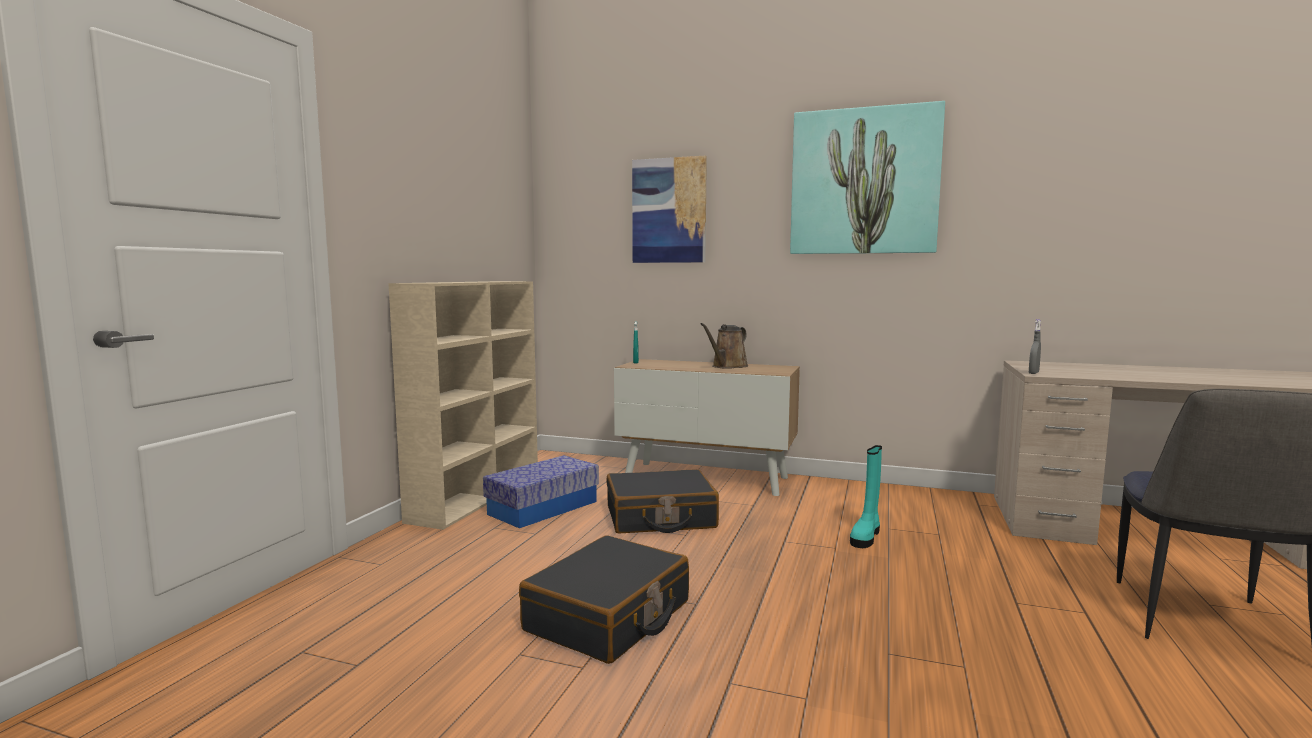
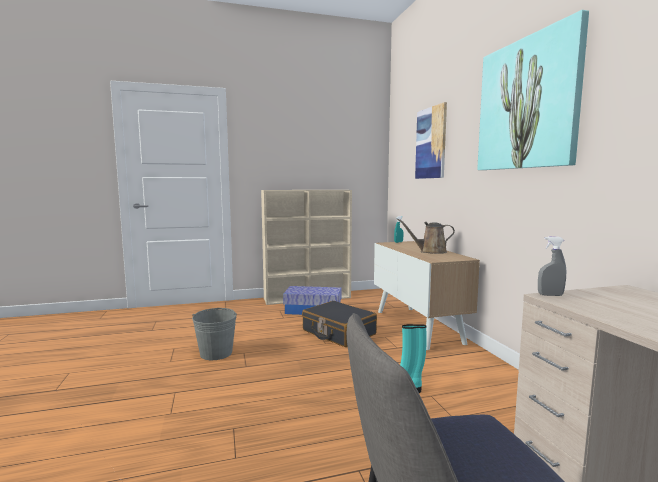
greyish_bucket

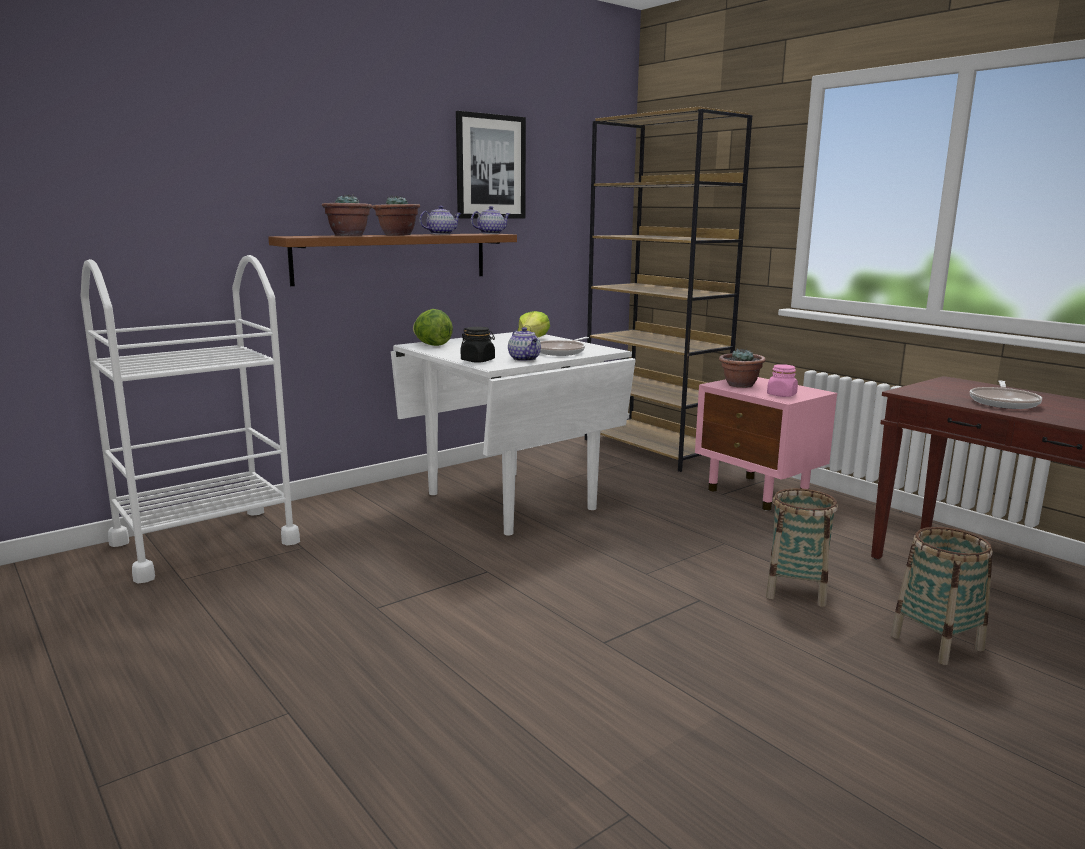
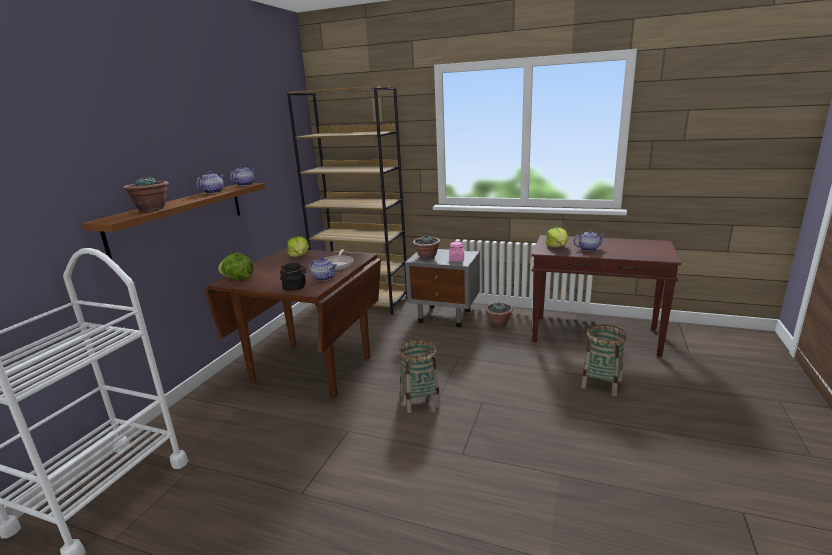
brown_dinner_table
storage_basket (no. 1 from left)
greyish_night_table
houseplant (no. 3 from left)
head_of_lettuce (no. 3 from left)
pot_for_tea (no. 4 from left)
wall_art

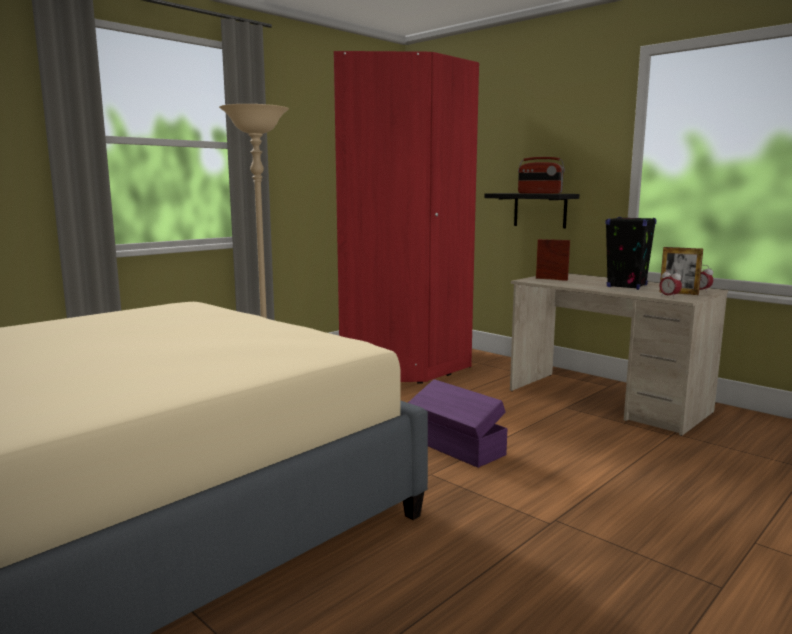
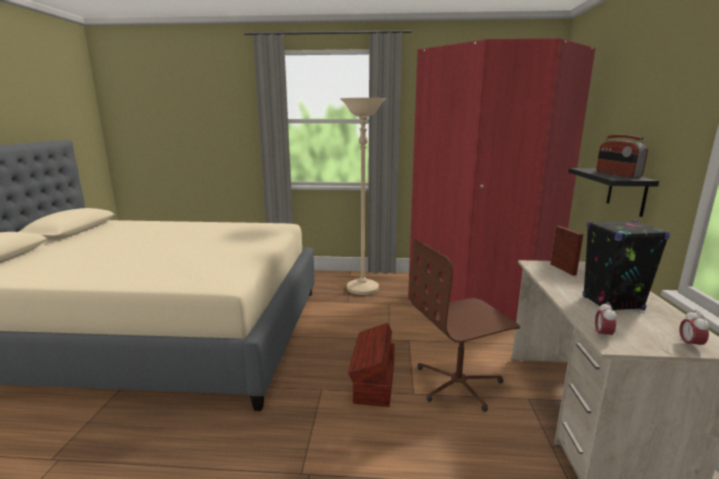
brown_storage_container
brown_computer_chair
standing_frame (no. 2 from left in the first image)

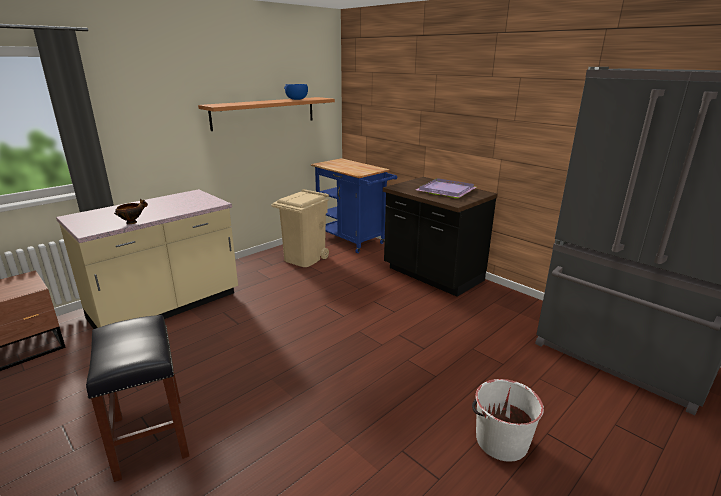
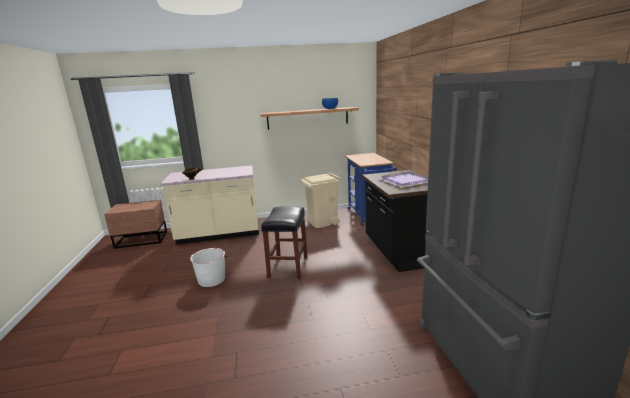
whitish_bucket
black-coloured_sitting_stool

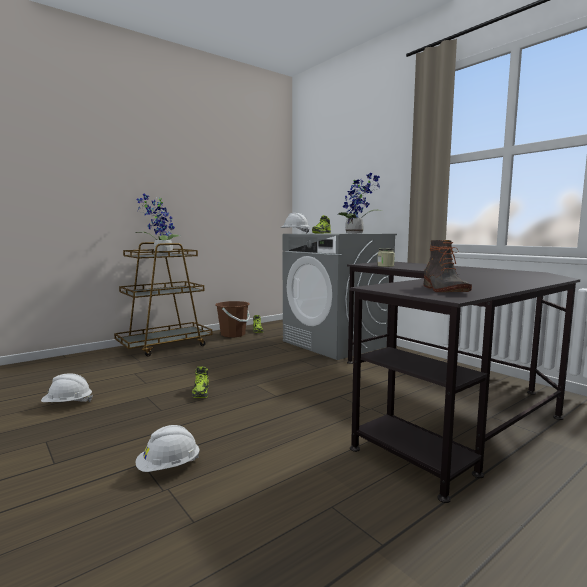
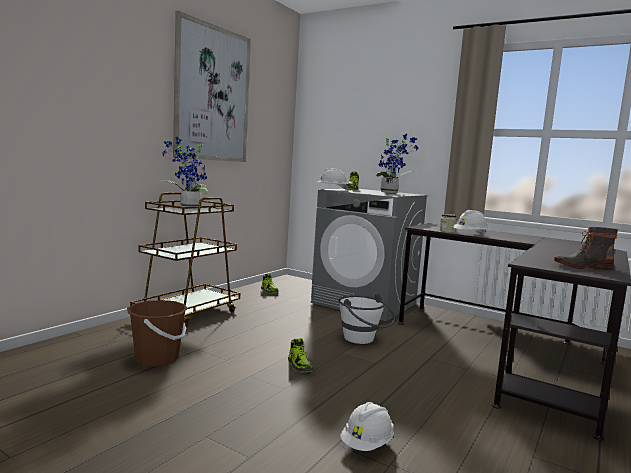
brown_bucket
wall_art
whitish_bucket
whitish_work_helmet (no. 3 from left)
tall_boot

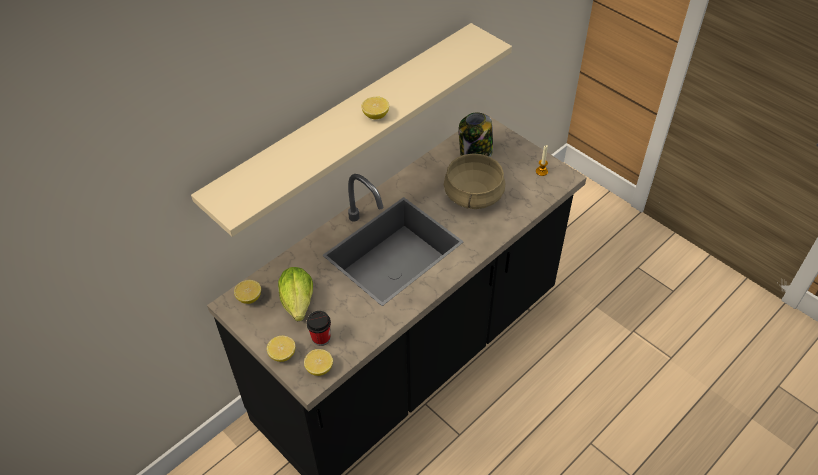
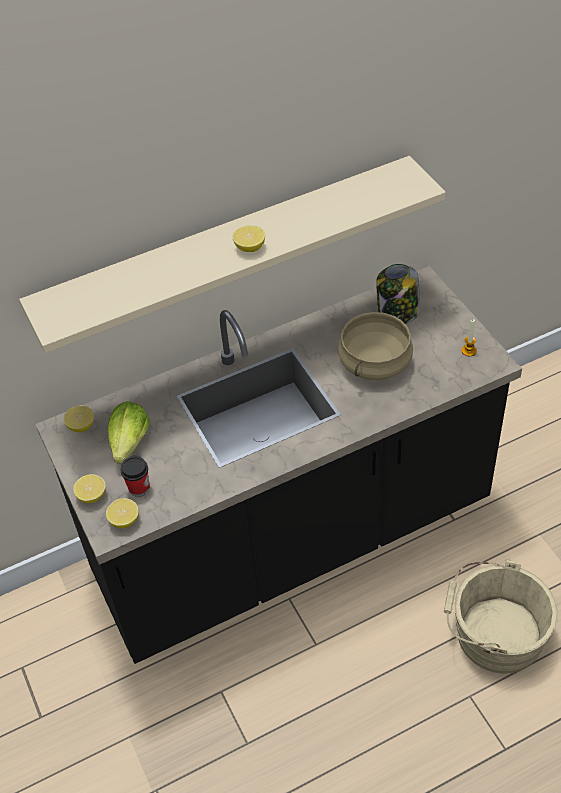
sand-coloured_bucket

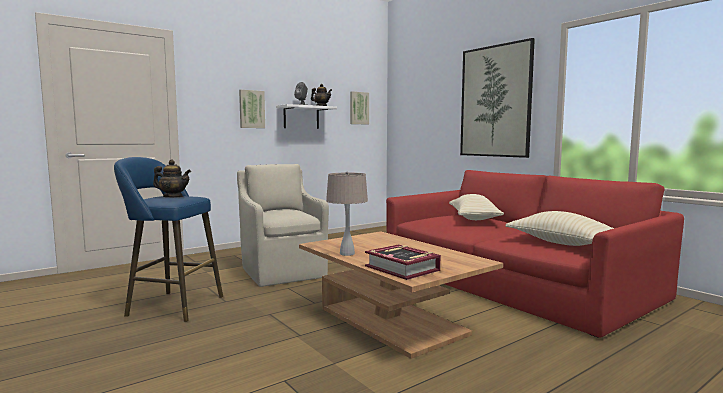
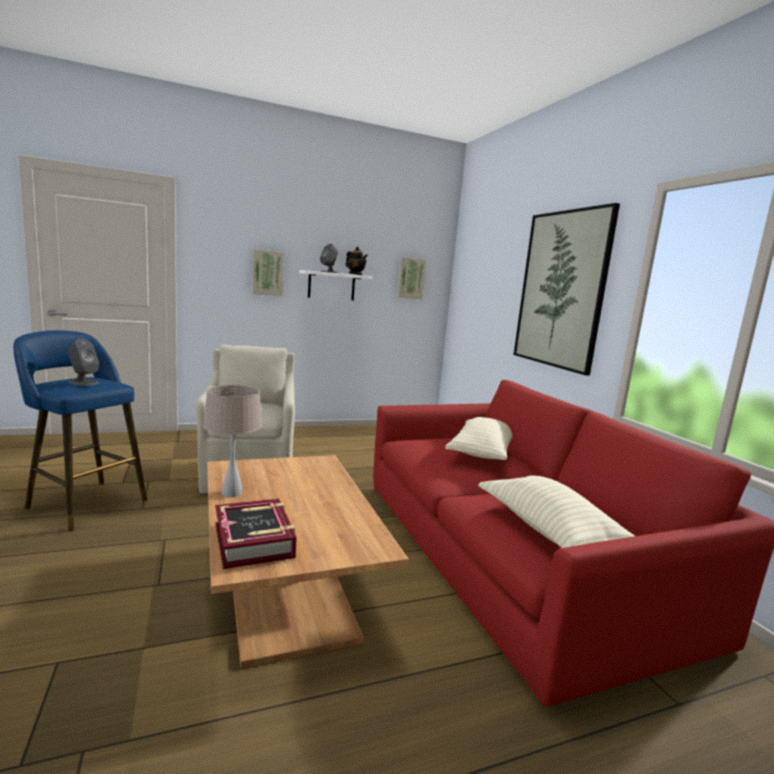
greyish_loudspeaker (no. 1 from left)

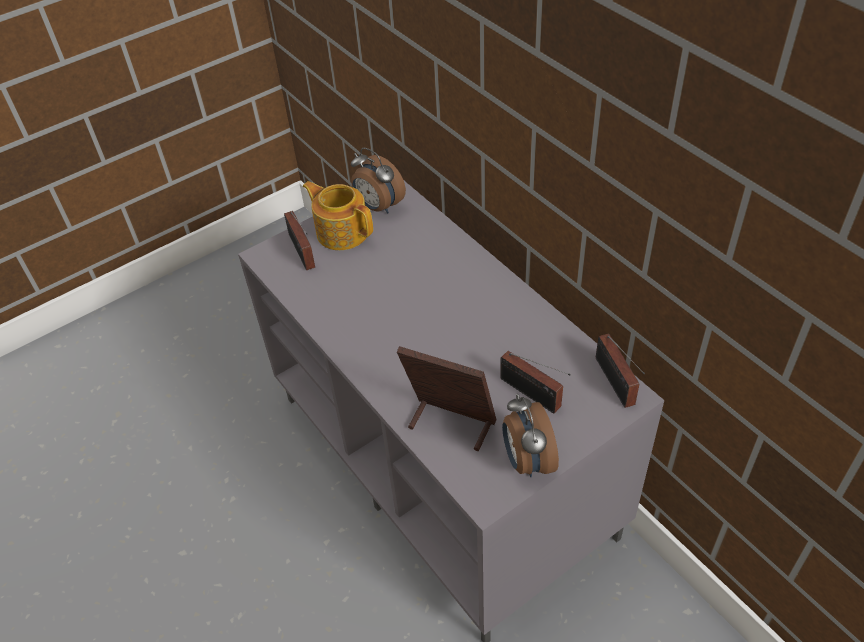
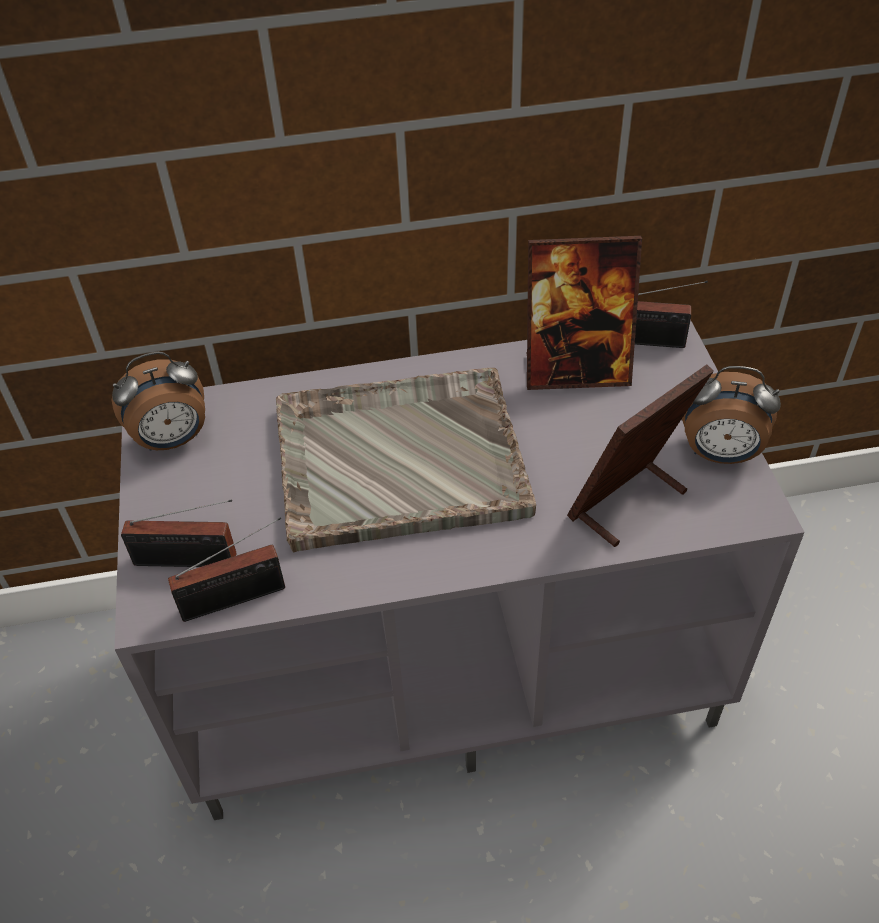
radio (no. 2 from left)
greyish_carrying_tray
standing_frame (no. 1 from left)
pot_for_tea

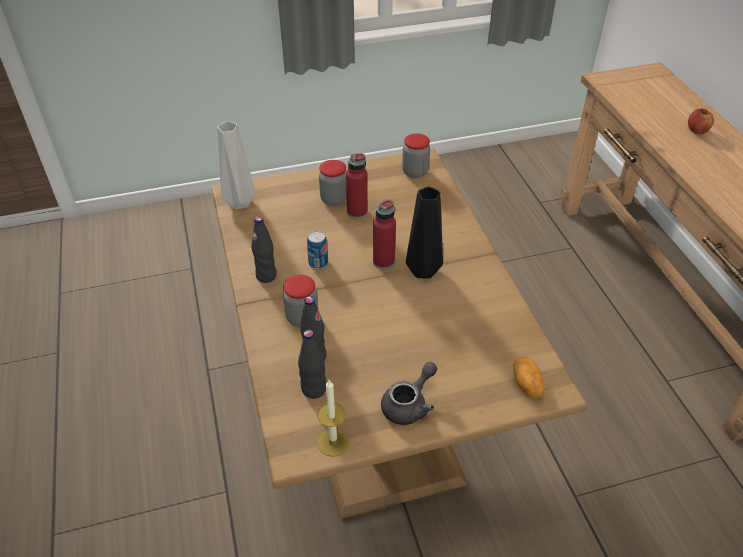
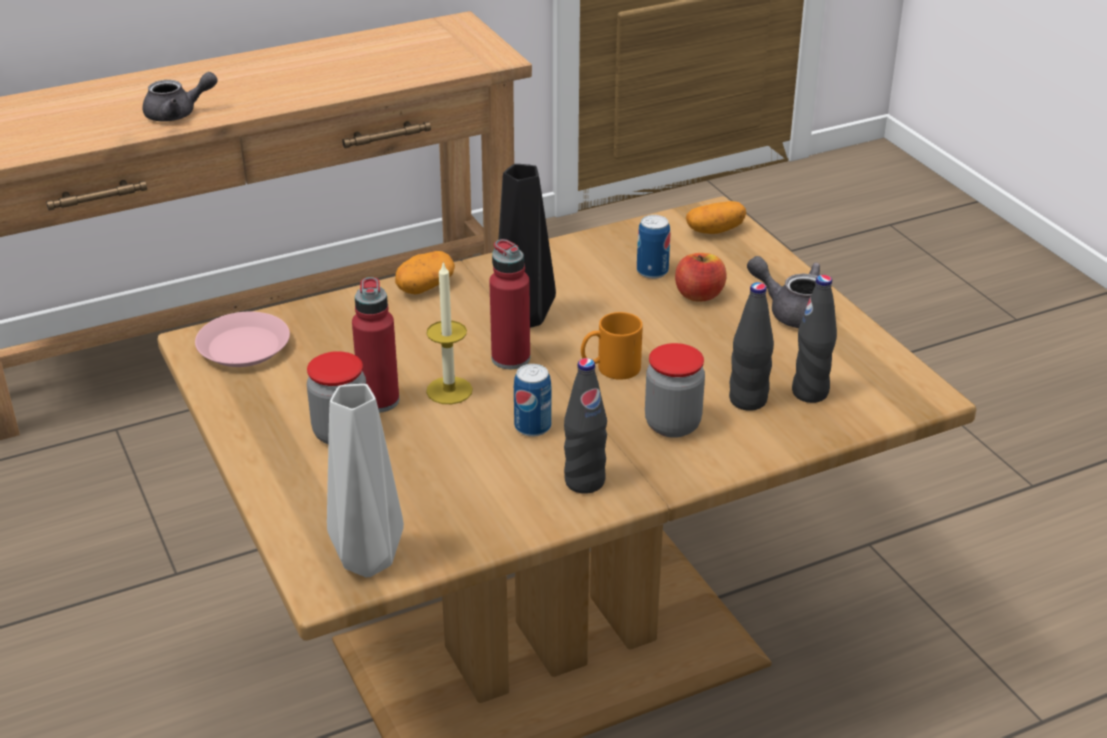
greyish_pot_for_tea (no. 1 from left)
pink-coloured_flat_dish
whole_potato (no. 1 from left)
wax_light
orangey_coffee_mug
metal_can (no. 2 from left)
apple_fruit

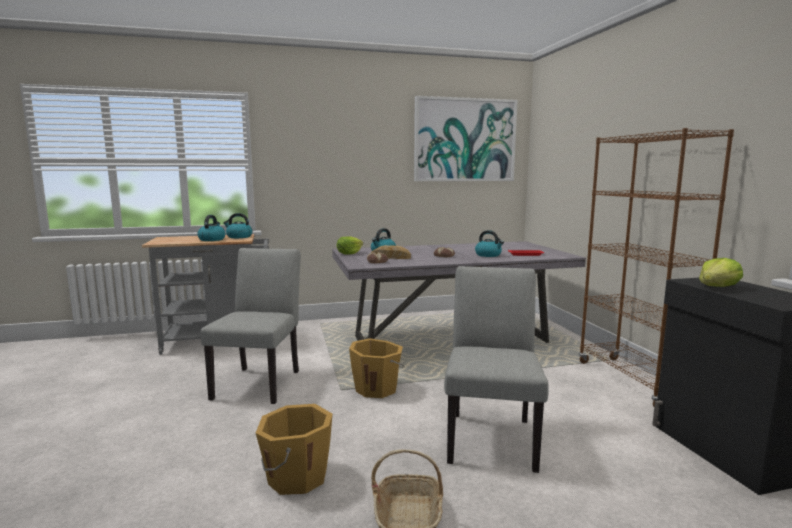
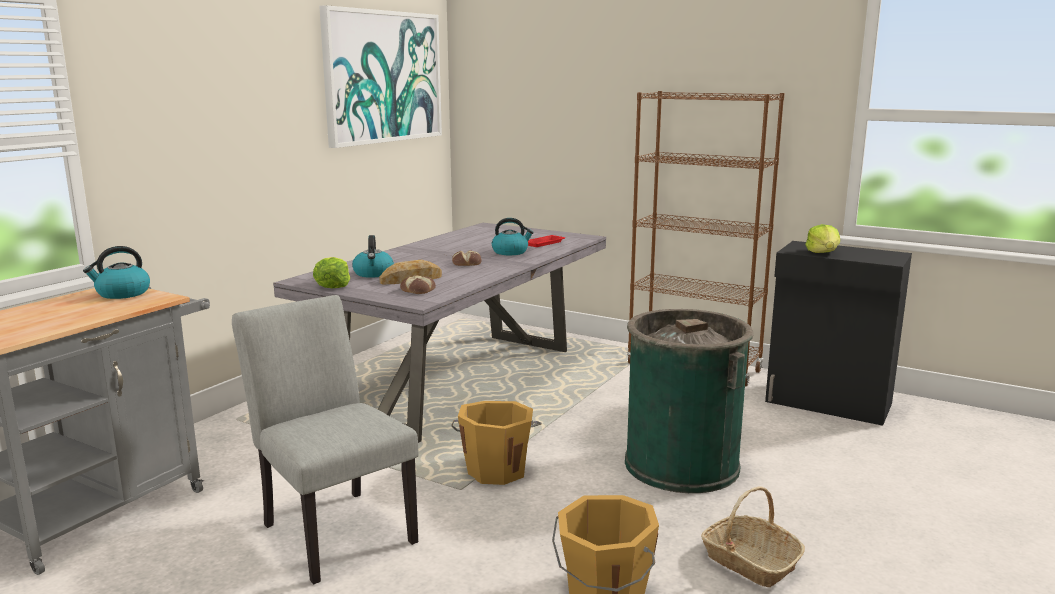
green_trash_can
tea_kettle (no. 1 from left in the first image)

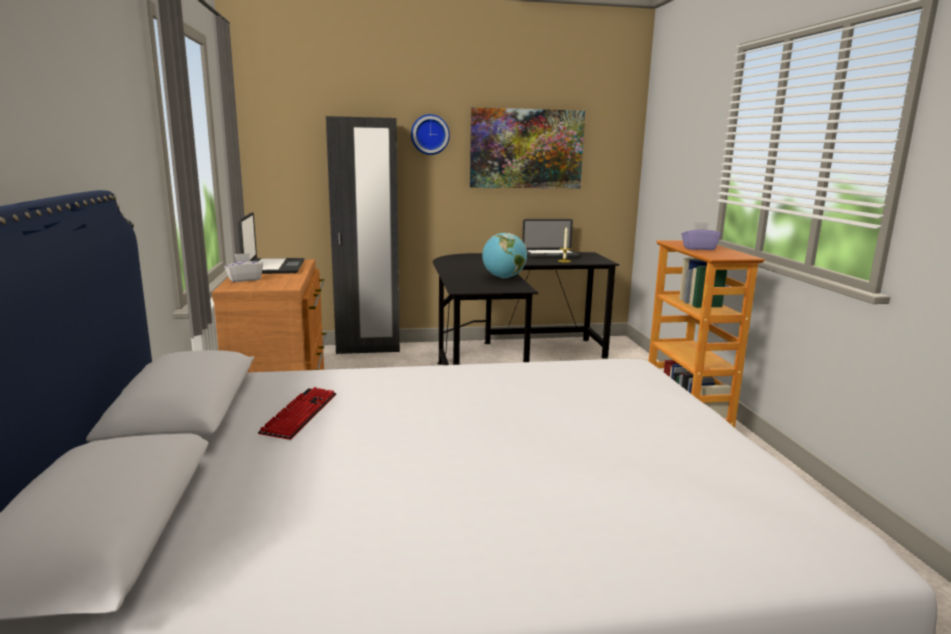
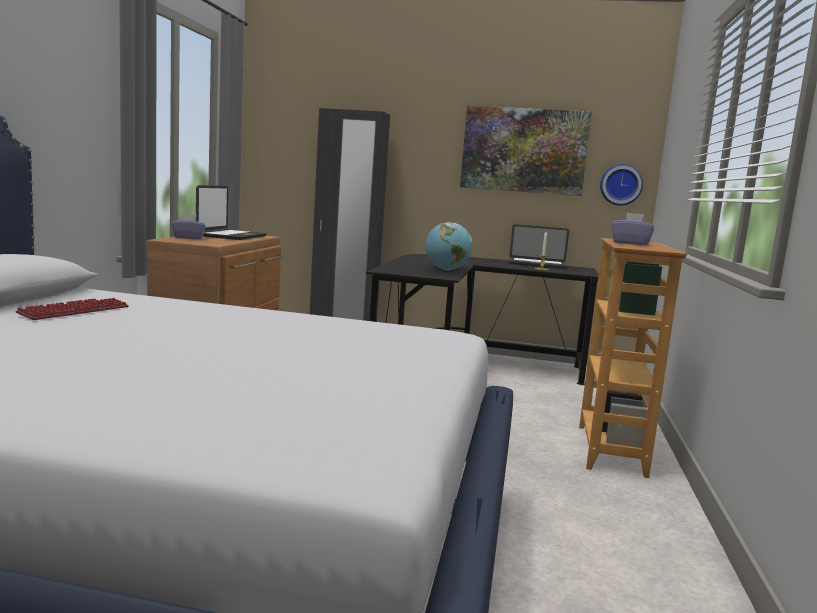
purplish_tissue_box (no. 1 from left)
hanging_clock

